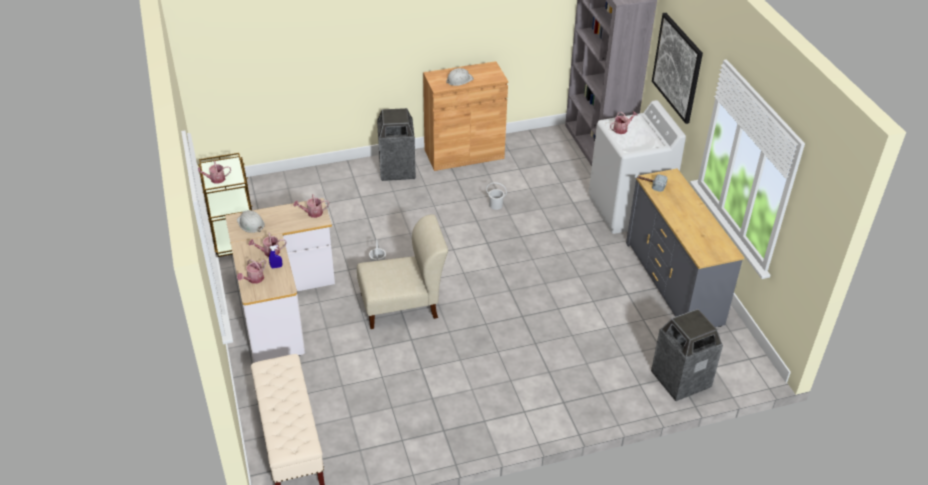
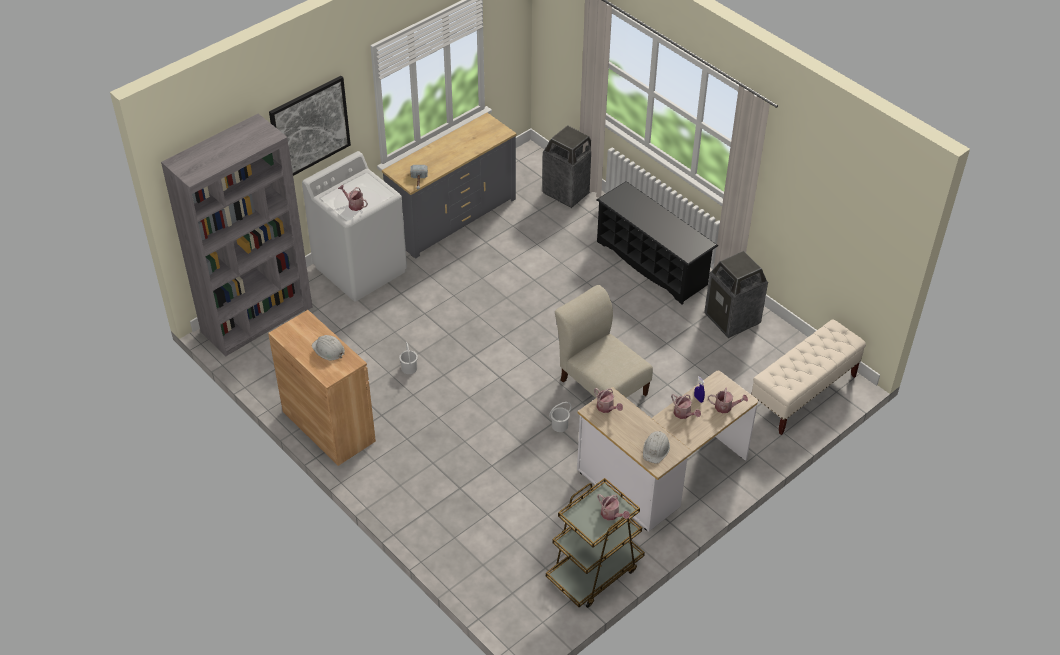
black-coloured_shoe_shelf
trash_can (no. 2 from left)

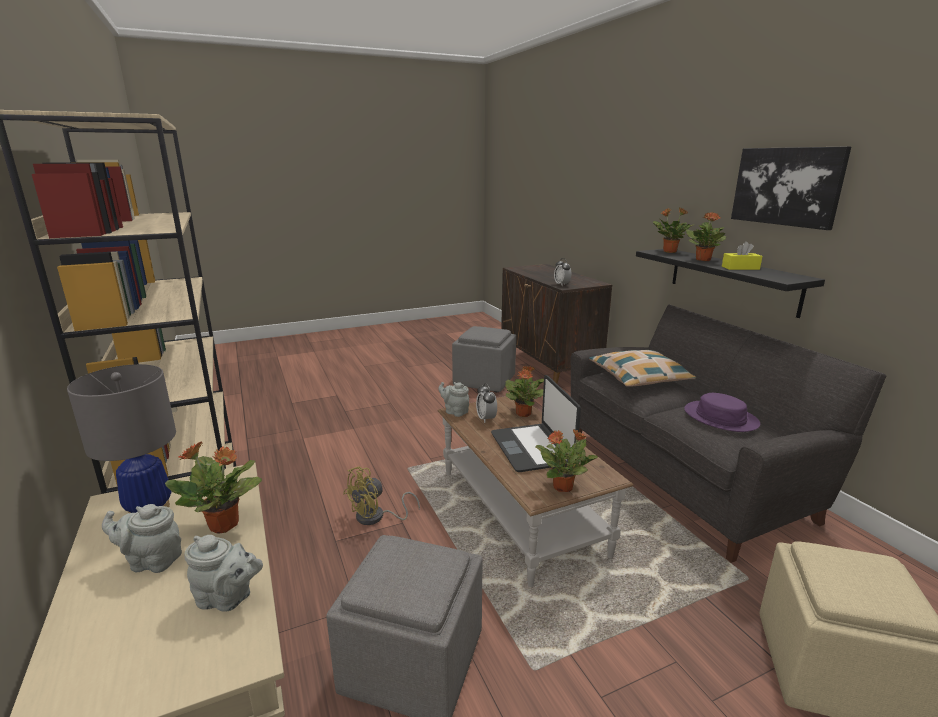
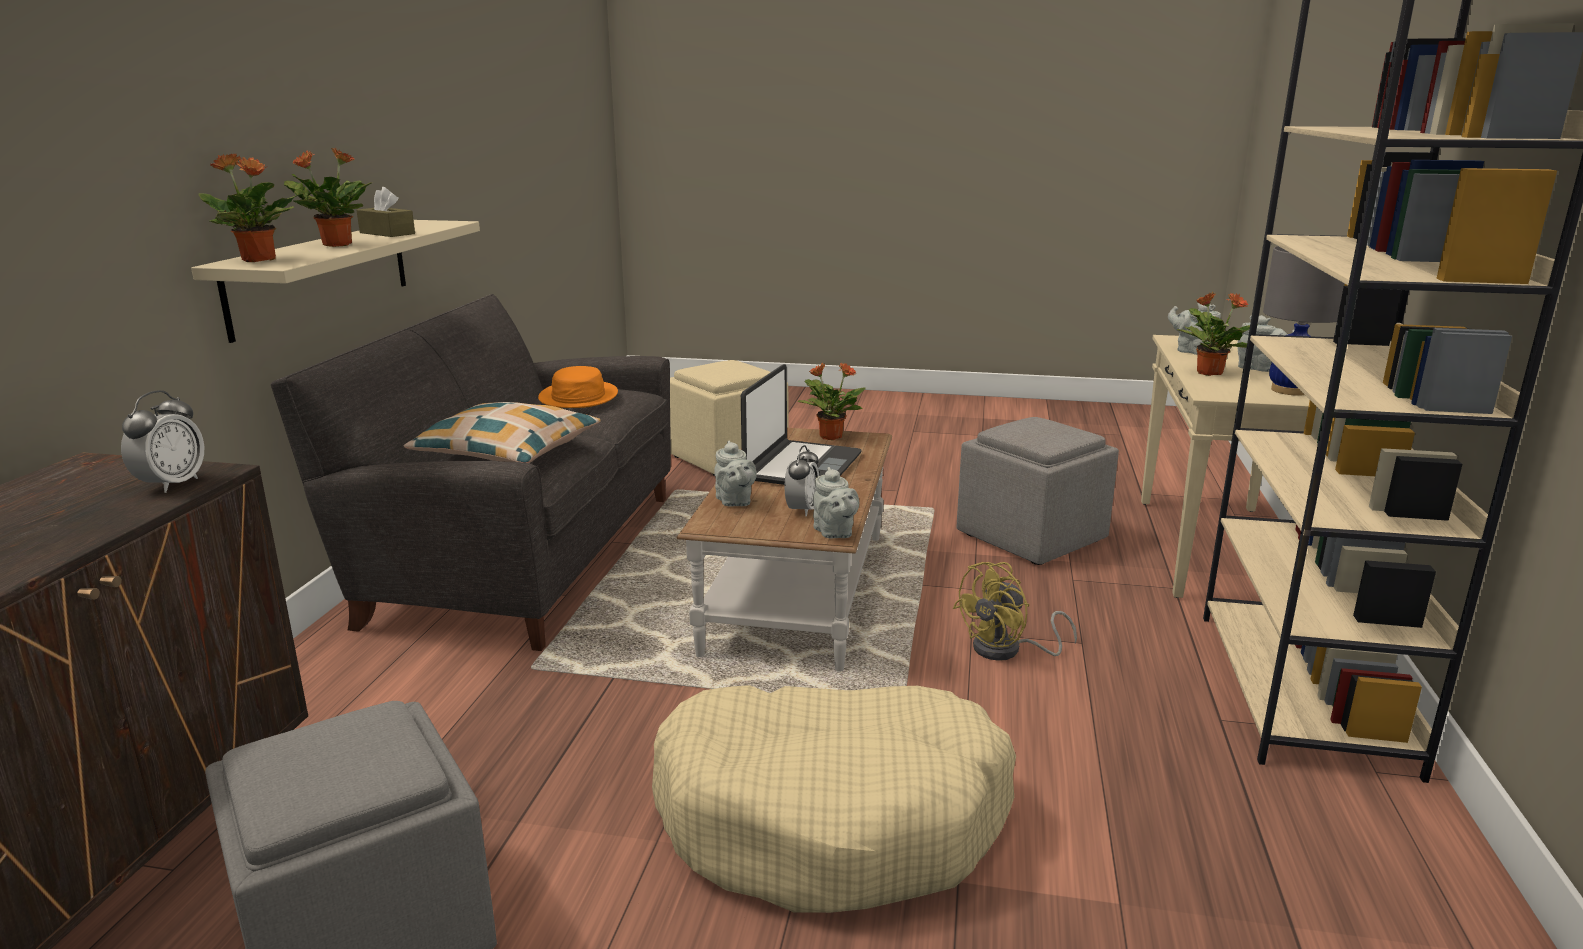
sand-coloured_wall_shelf
brown_tissue_box
orangey_hat
sand-coloured_dog_bed
greyish_pot_for_tea (no. 1 from left)
yellow-coloured_cooling_fan
wall_art

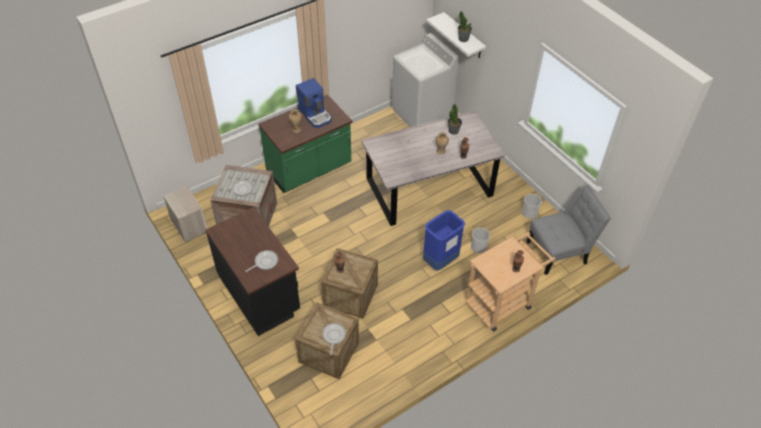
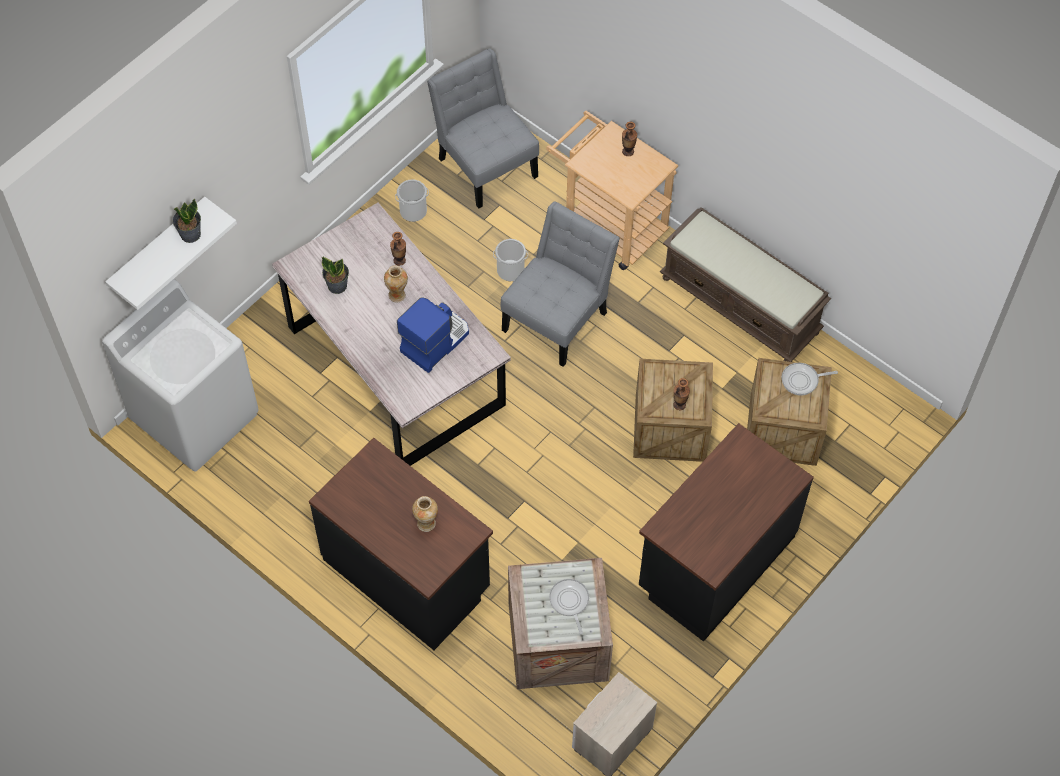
black-coloured_counter (no. 1 from left)
coffee_maker
greyish_chair (no. 2 from left)
brown_indoor_bench
frying_pan (no. 2 from left in the first image)

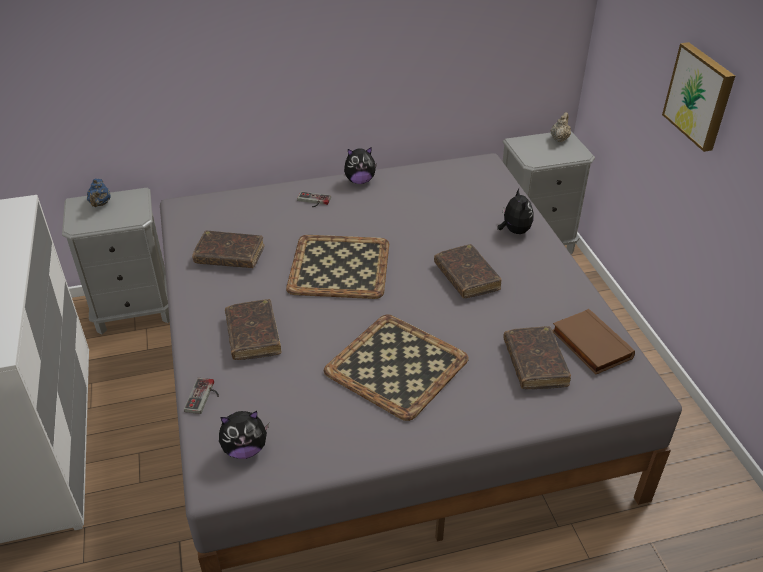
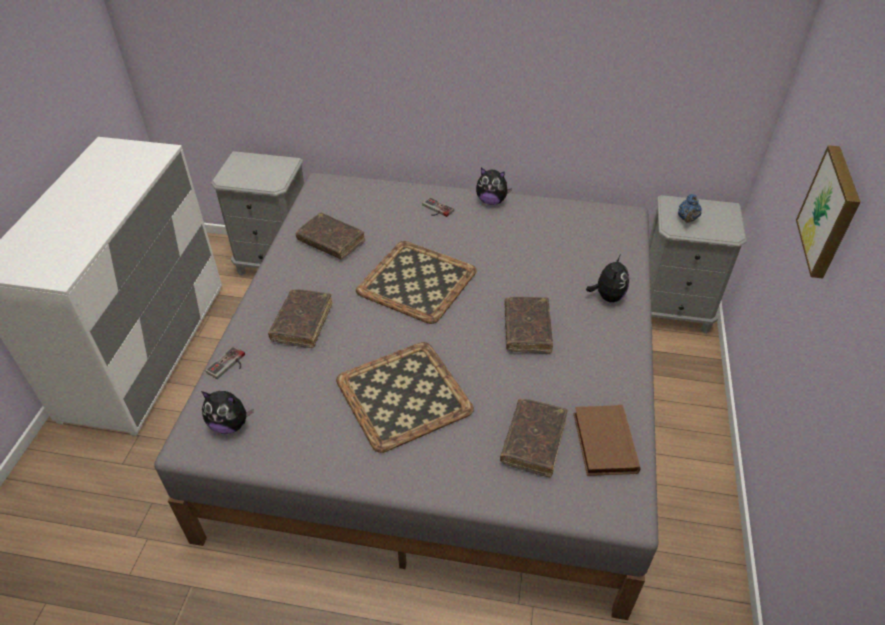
bluish_pot_for_tea
sand-coloured_pot_for_tea

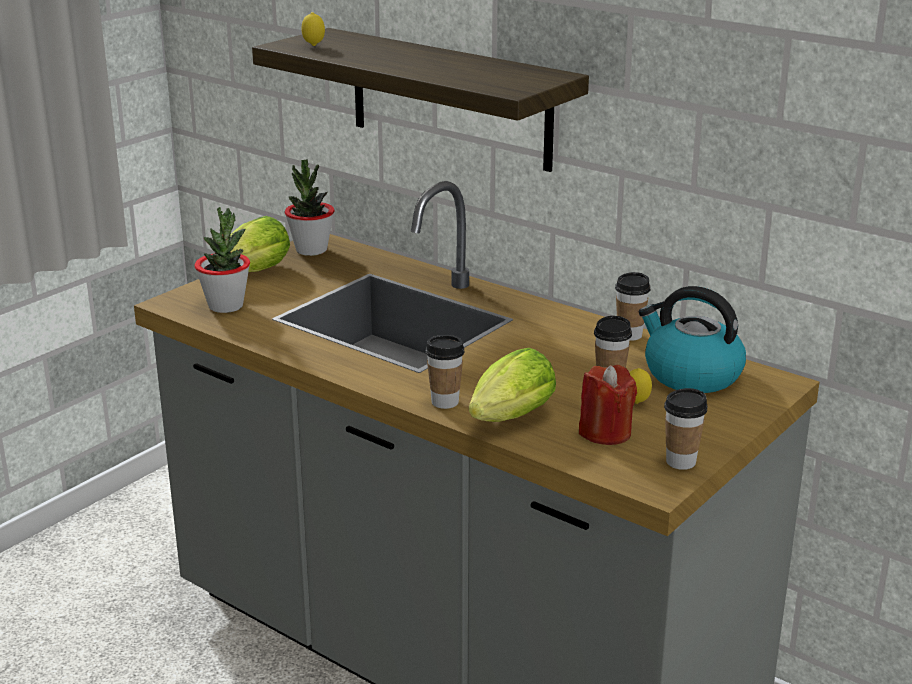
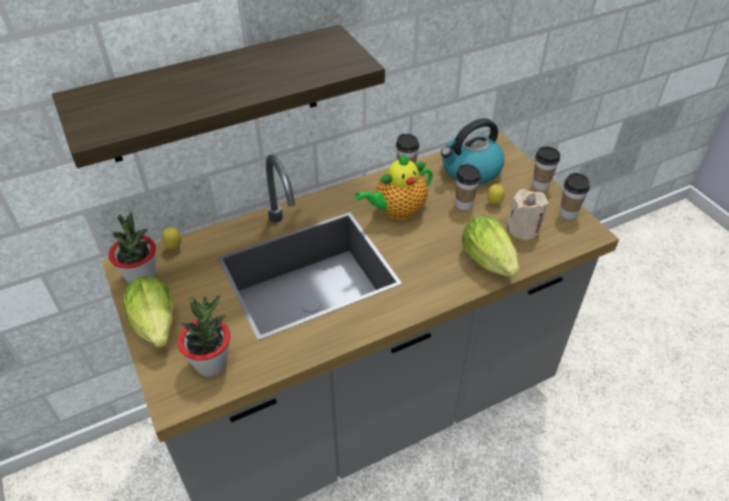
lemon (no. 1 from left)
pot_for_tea
sand-coloured_wax_light
small_cup (no. 3 from left)

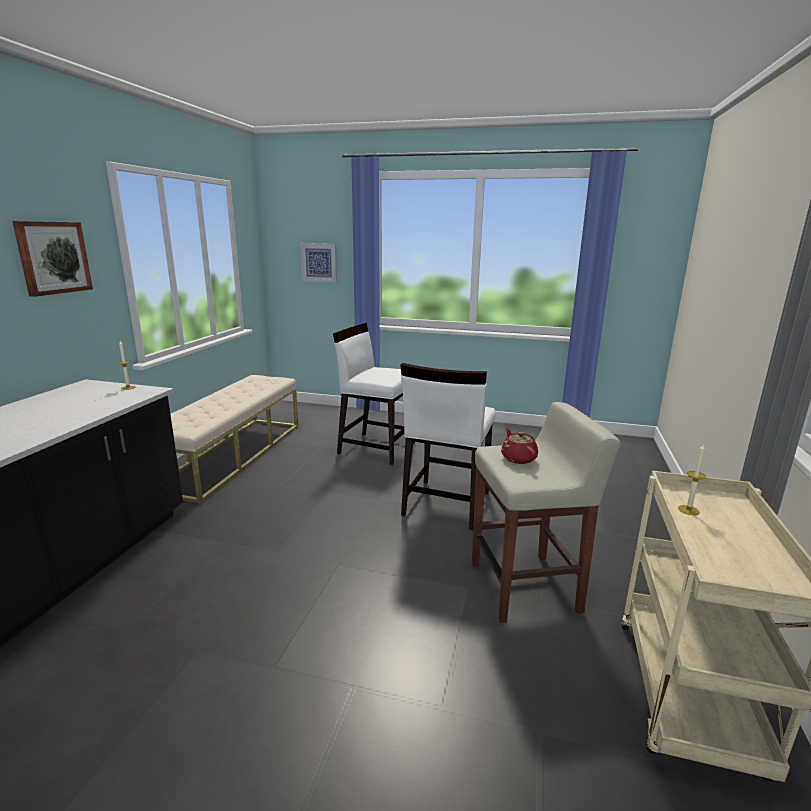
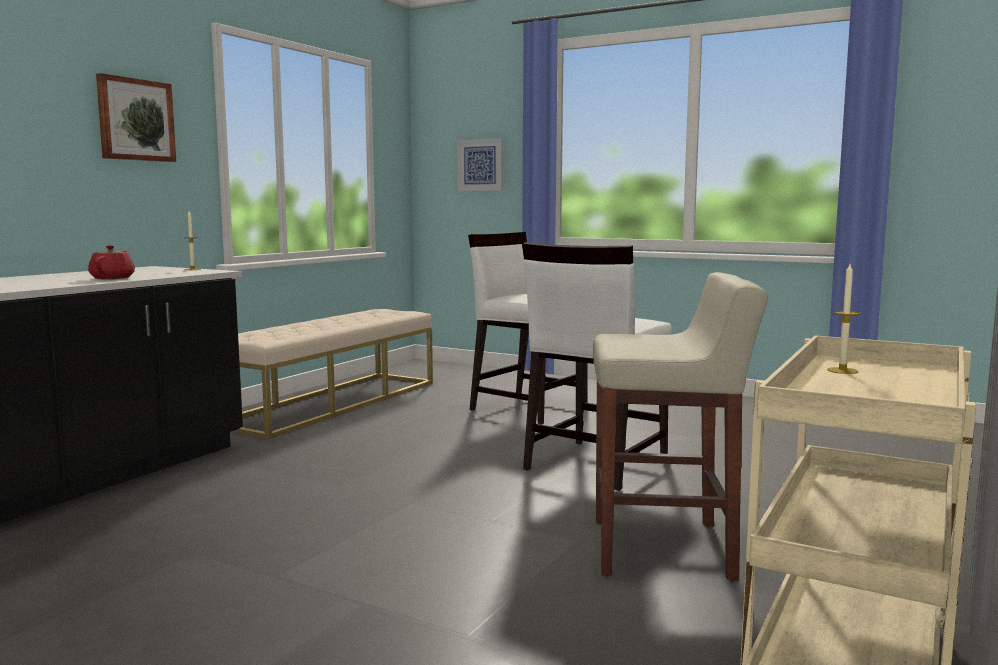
red-coloured_pot_for_tea

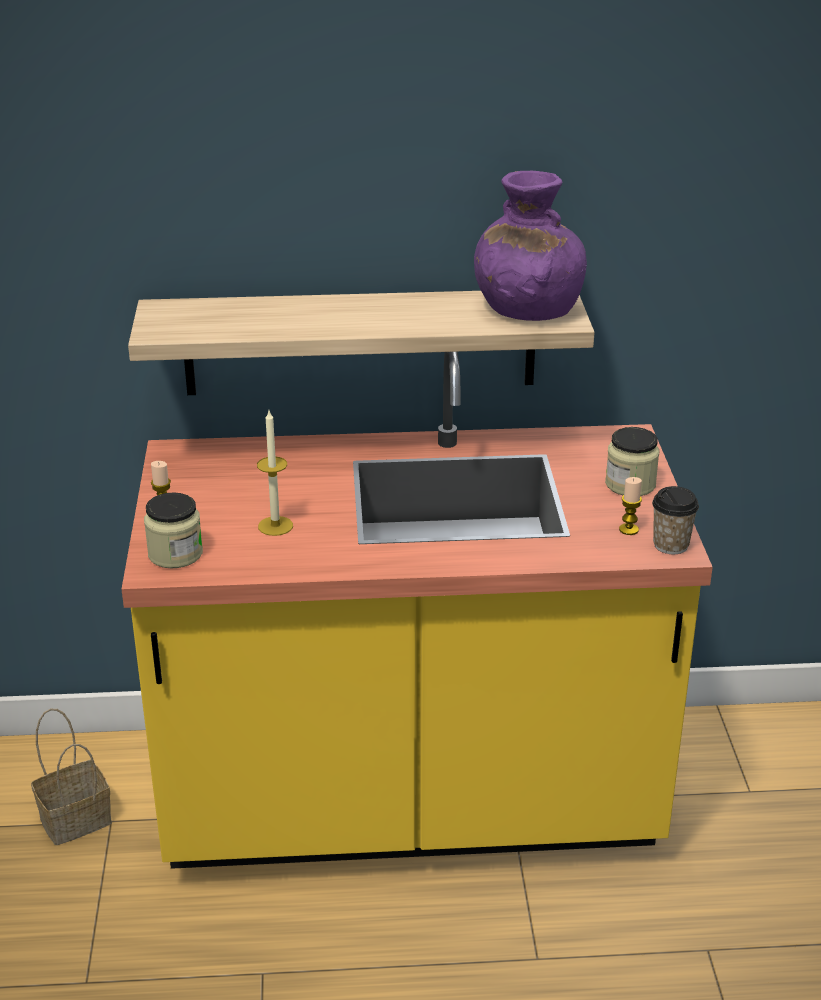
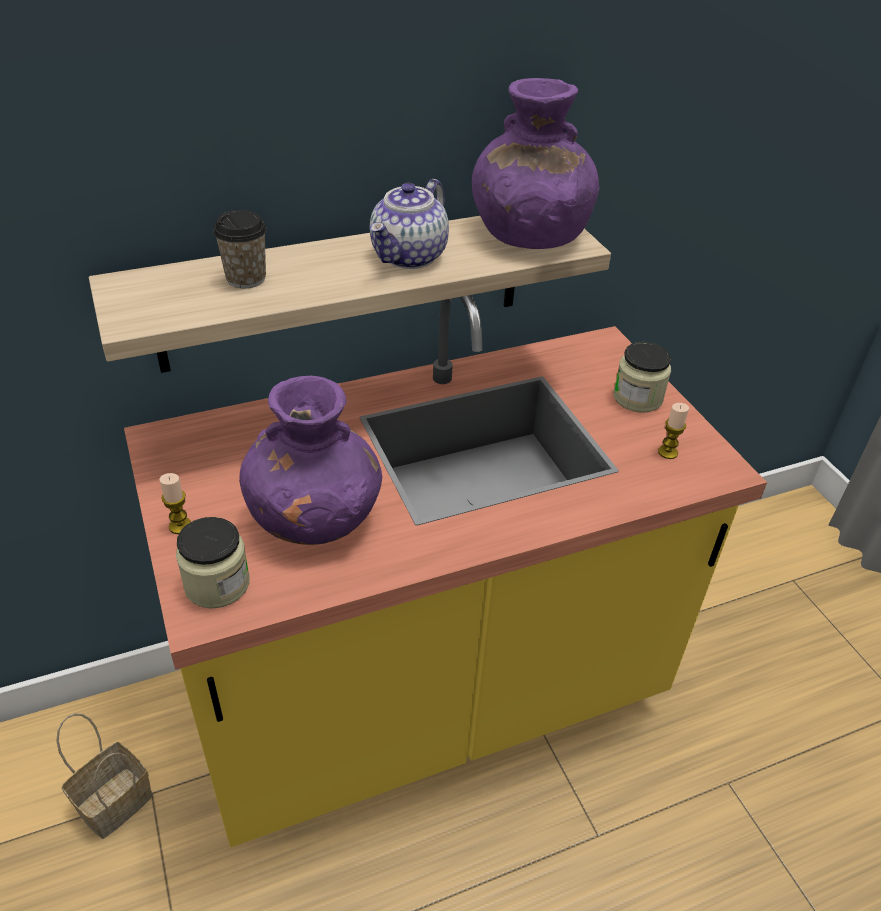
small_cup
purplish_flower_vase (no. 1 from left)
pot_for_tea

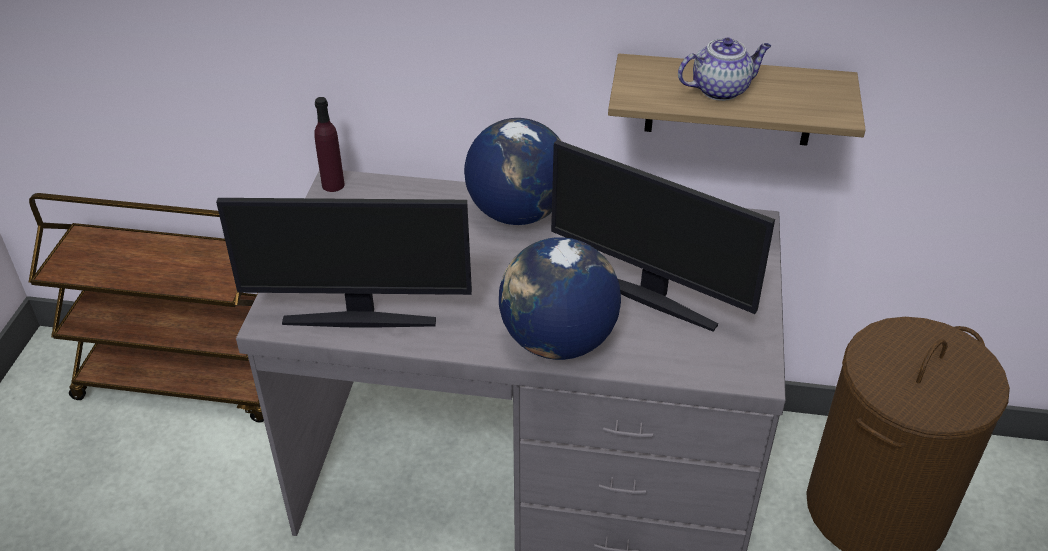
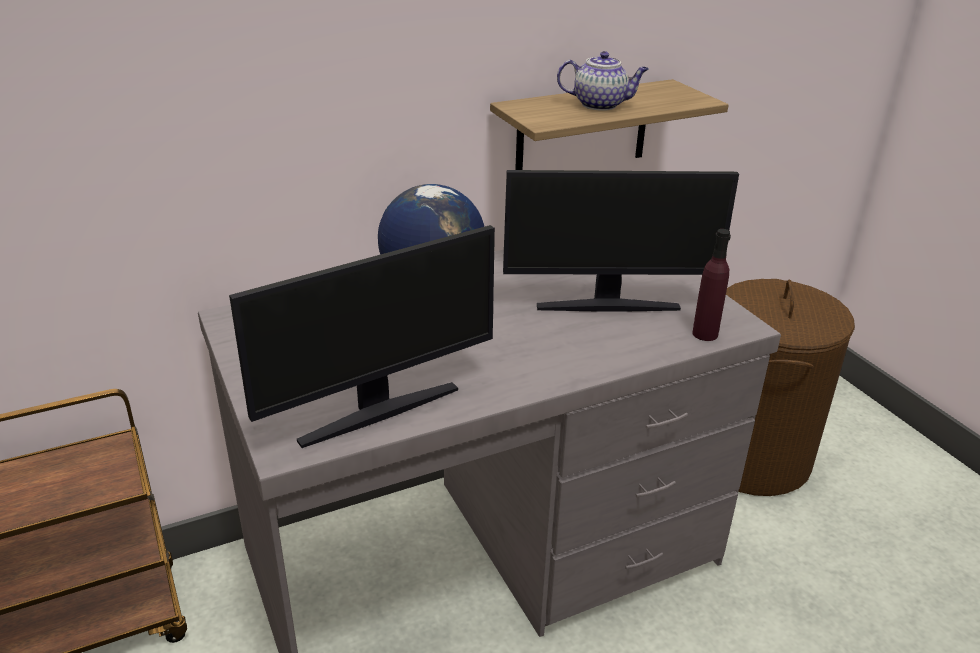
pot_for_tea
purplish_drink_bottle
world_globe (no. 2 from left in the first image)

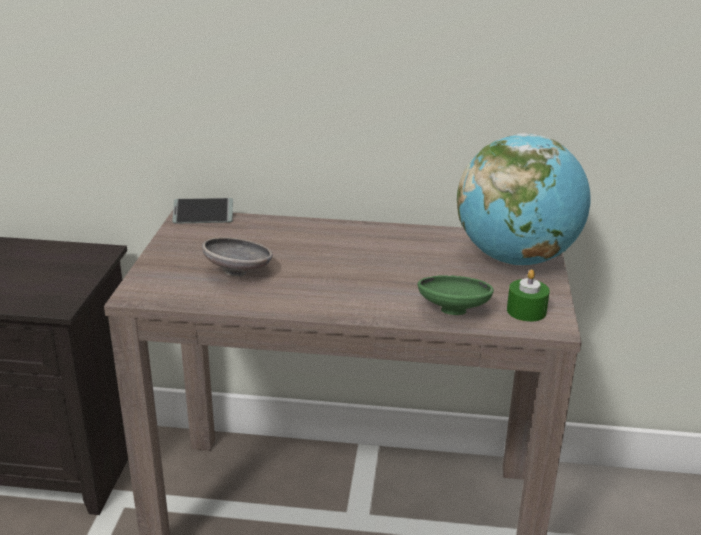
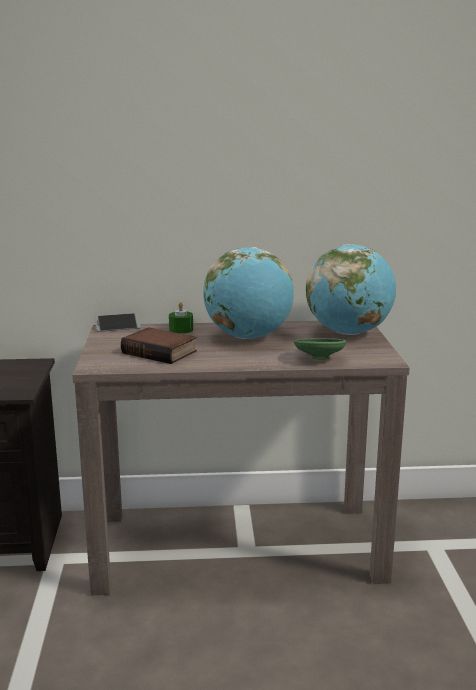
volume
green_wax_light
world_globe (no. 1 from left)

